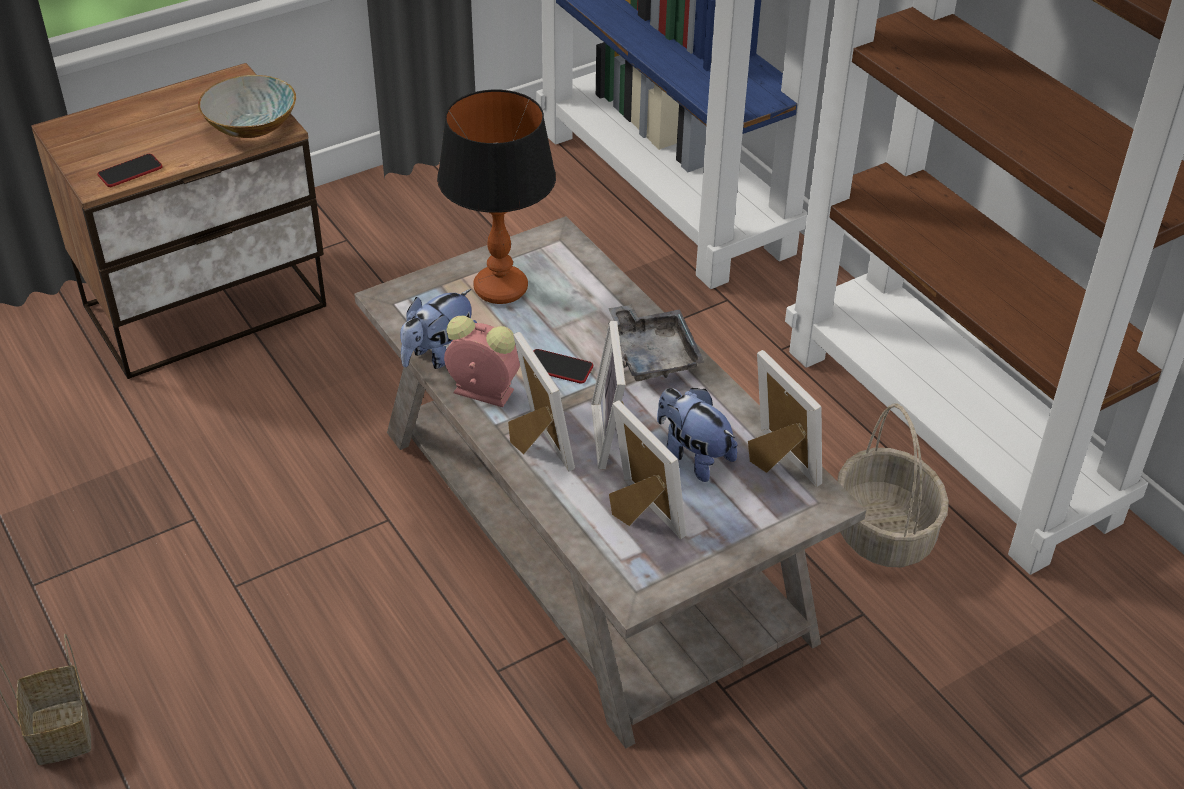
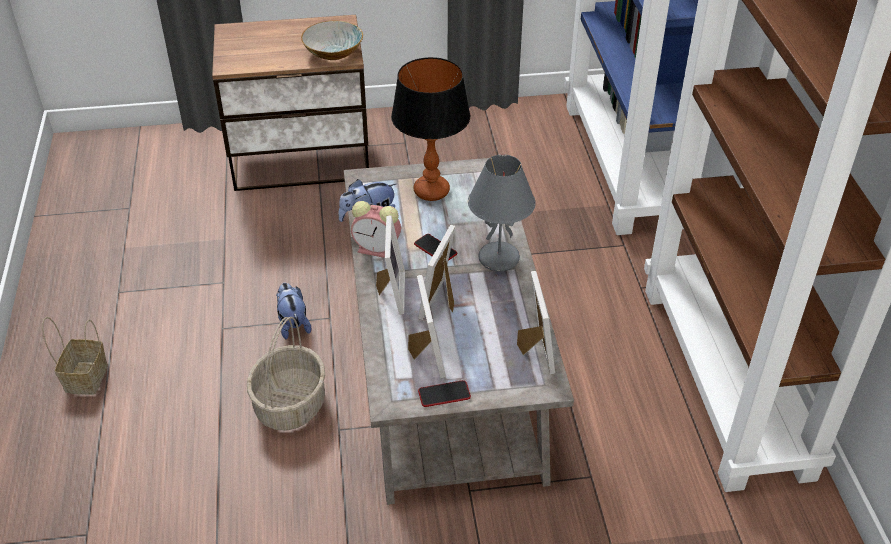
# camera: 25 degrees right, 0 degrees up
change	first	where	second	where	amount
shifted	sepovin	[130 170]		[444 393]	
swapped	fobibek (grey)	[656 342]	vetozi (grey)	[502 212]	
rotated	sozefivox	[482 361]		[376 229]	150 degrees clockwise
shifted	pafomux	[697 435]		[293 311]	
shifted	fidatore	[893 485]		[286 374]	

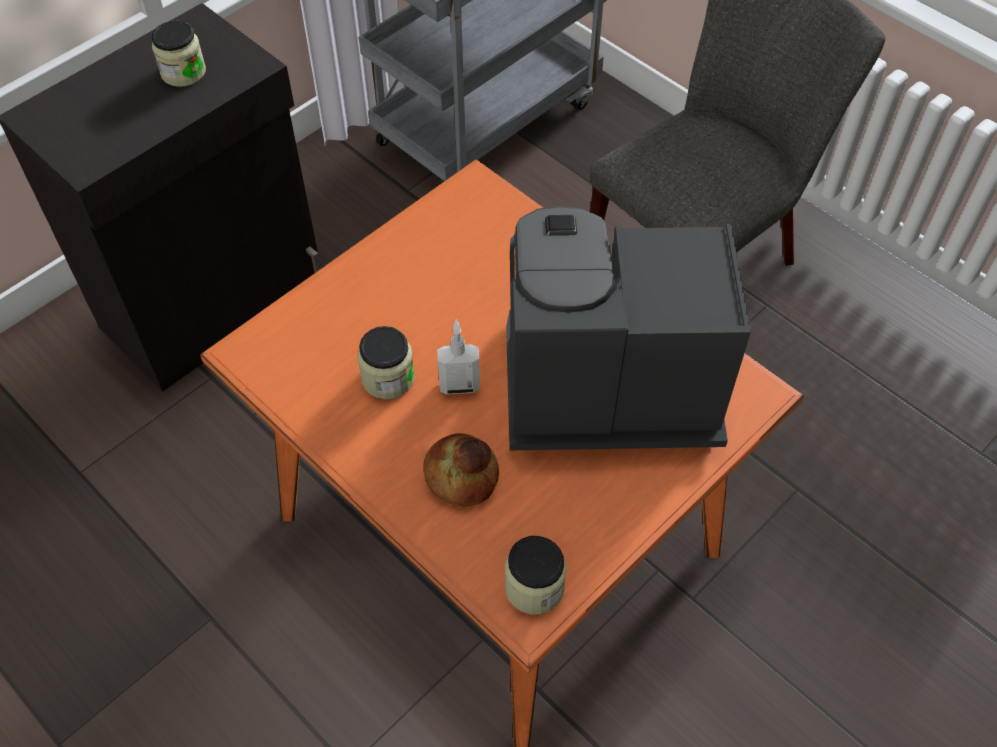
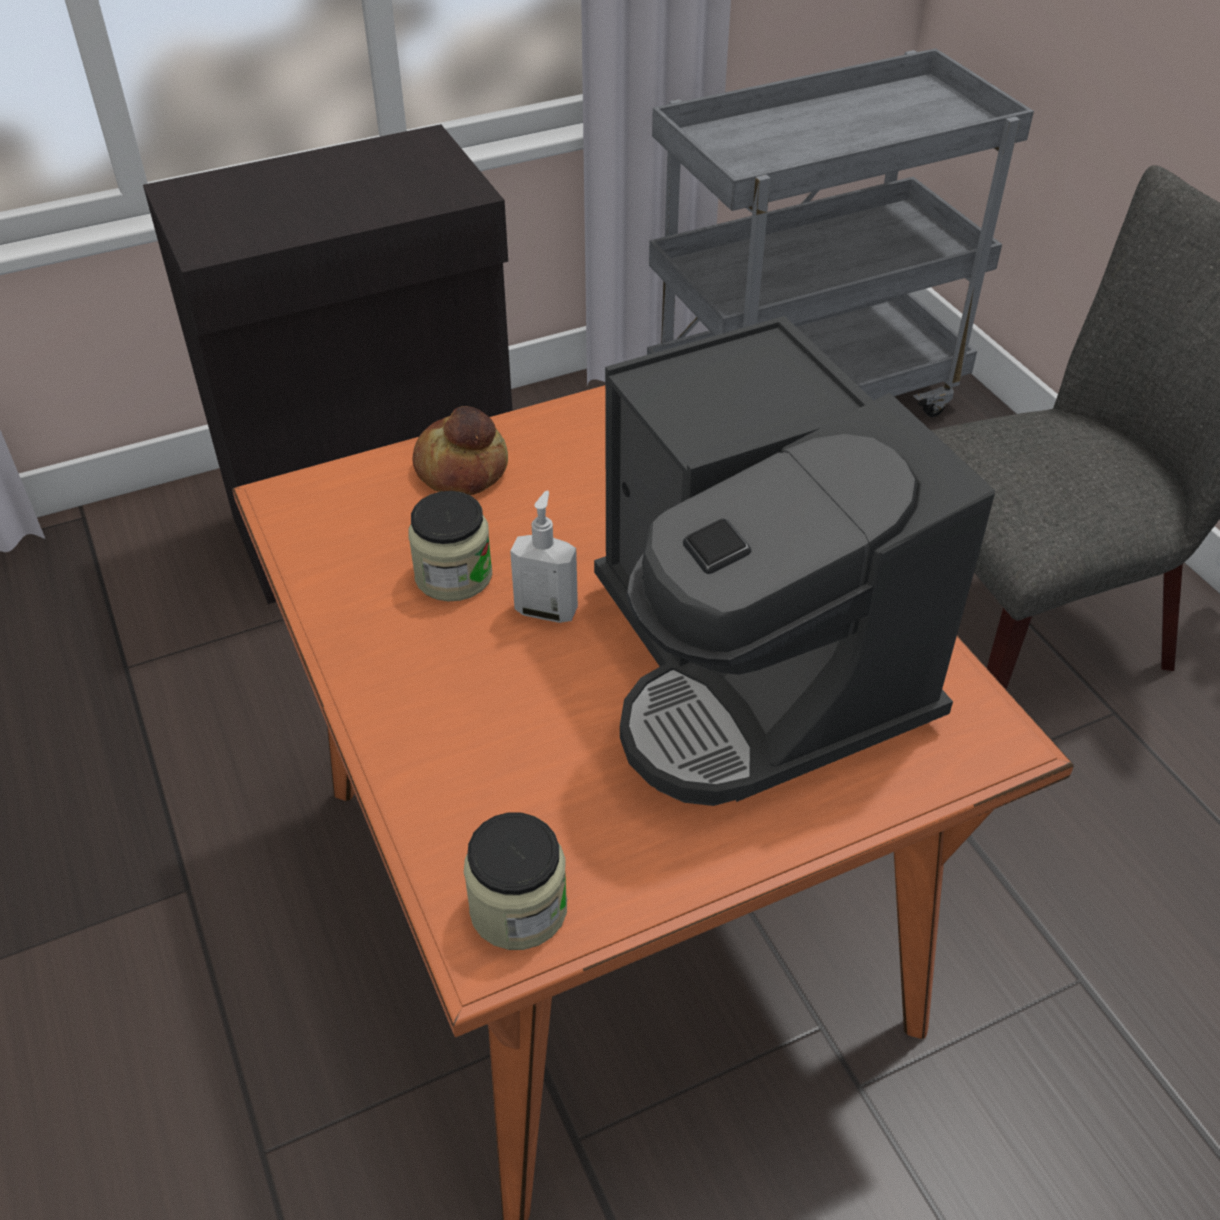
# camera: 20 degrees right, 10 degrees down
change	first	where	second	where	amount
gone	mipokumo	[179 54]			
rotated	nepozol	[628 328]		[794 561]	135 degrees counterclockwise
shifted	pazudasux	[461 470]		[460 450]	

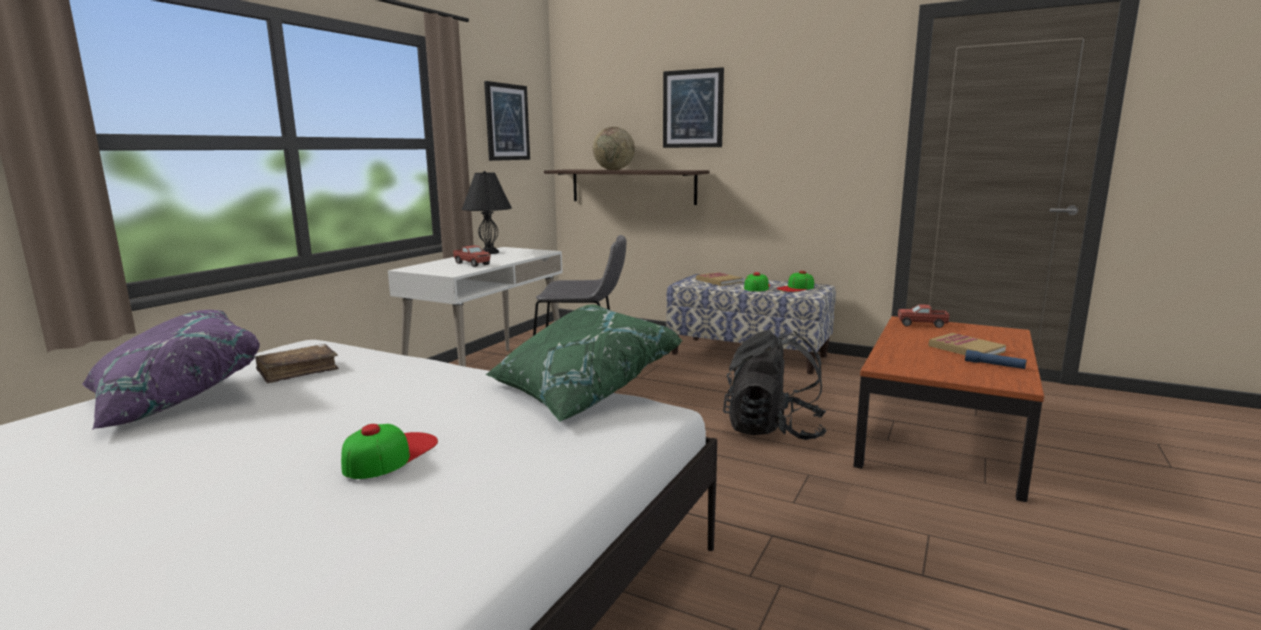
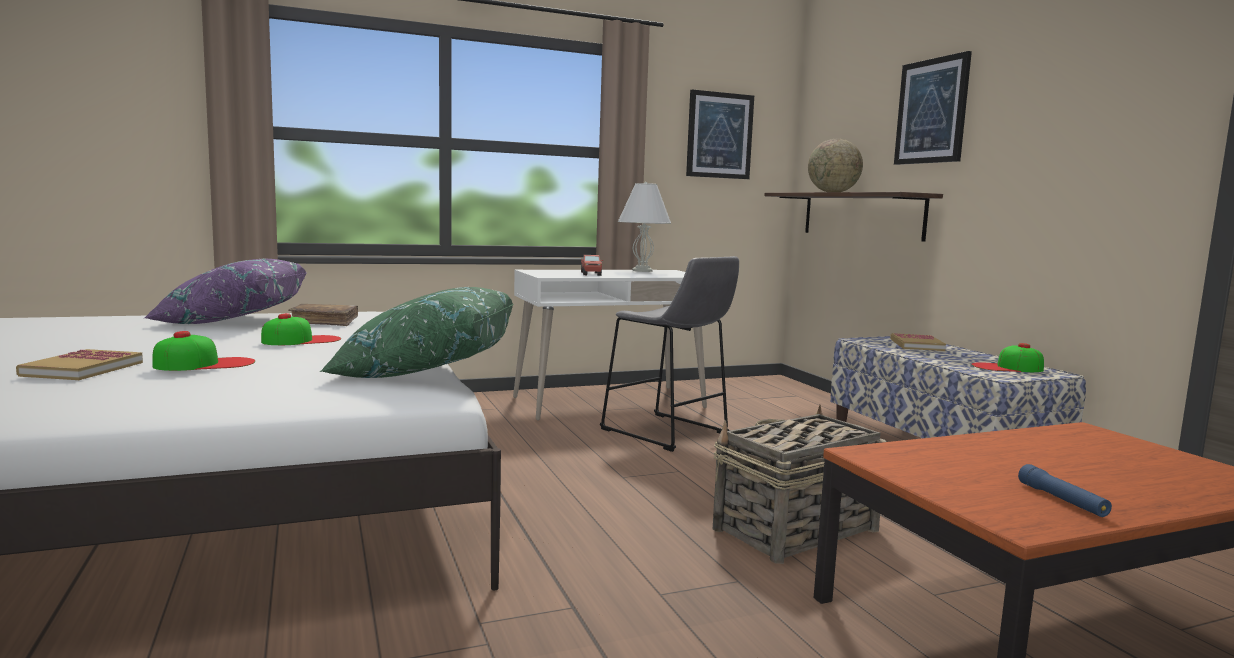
# camera: 40 degrees right, 5 degrees down
change	first	where	second	where	amount
repainted	vetozi (black)	[487 212]	vetozi (white)	[644 227]	
shifted	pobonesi	[757 282]		[301 329]	
gone	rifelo	[923 316]			
swapped	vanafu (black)	[775 385]	fidatore	[800 484]	
shifted	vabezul	[967 344]		[79 364]	

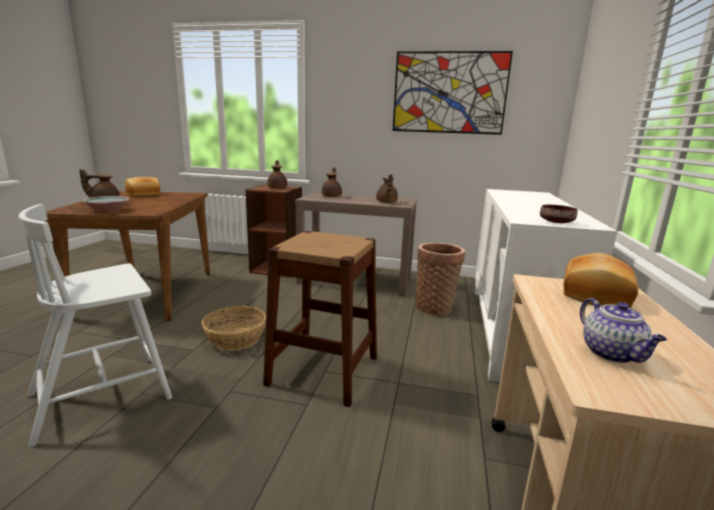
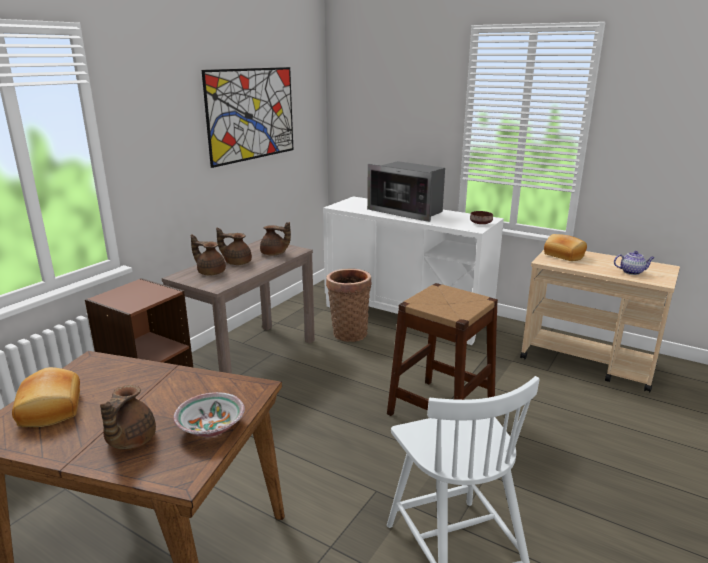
# camera: 70 degrees left, 5 degrees up
change	first	where	second	where	amount
shifted	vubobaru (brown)	[277 174]		[234 246]	
gone	fidatore	[233 328]			
new			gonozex	[406 191]	

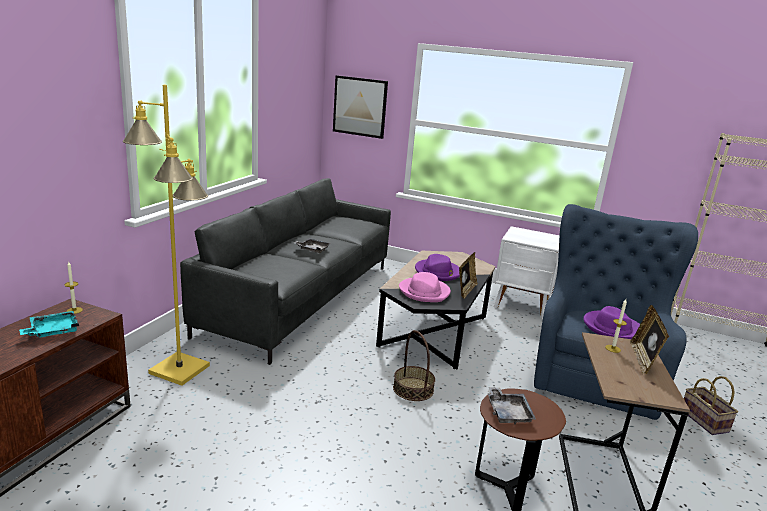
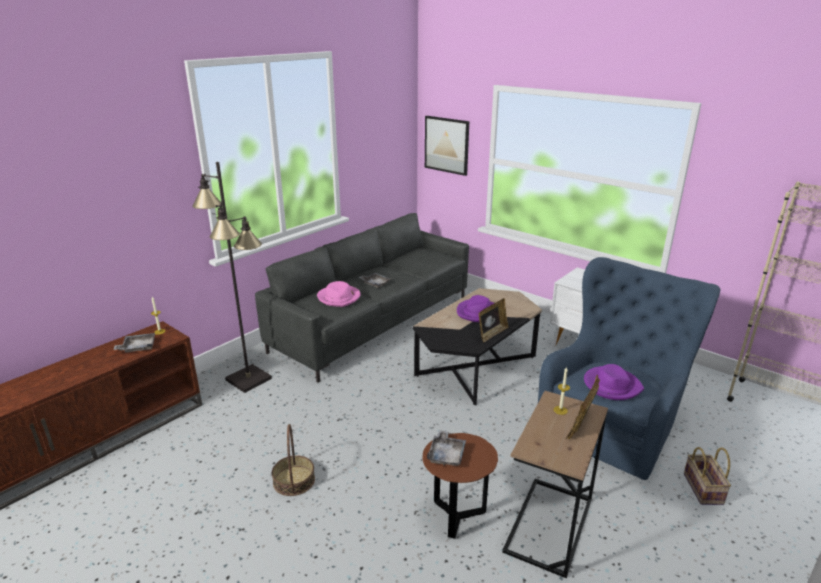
# camera: 20 degrees right, 5 degrees up
change	first	where	second	where	amount
repainted	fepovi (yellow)	[166 235]	fepovi (black)	[232 277]	
shifted	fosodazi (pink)	[425 287]		[339 294]	
repainted	fobibek (turquoise)	[49 324]	fobibek (grey)	[134 342]	
shifted	fidatore	[414 365]		[293 460]	

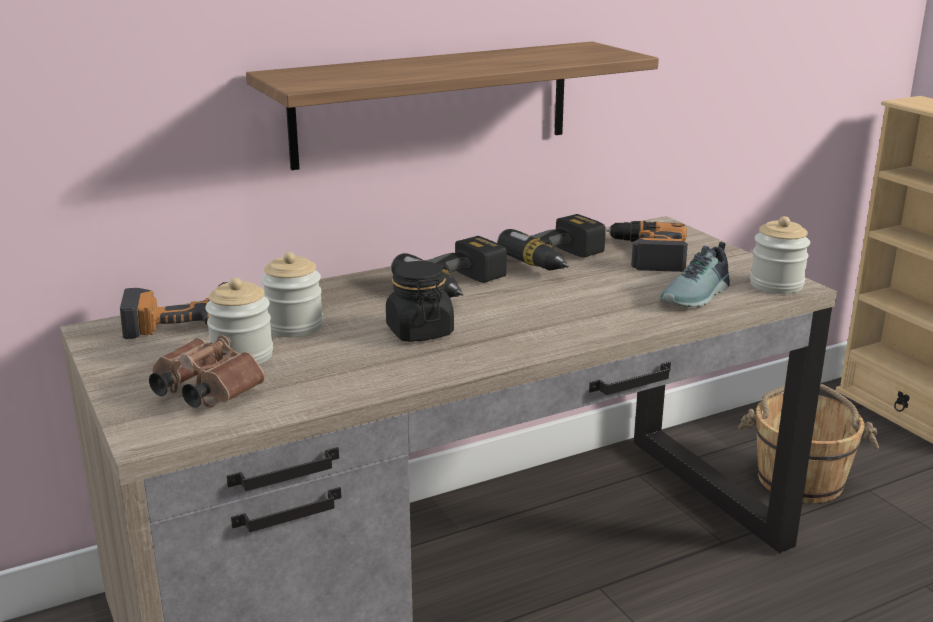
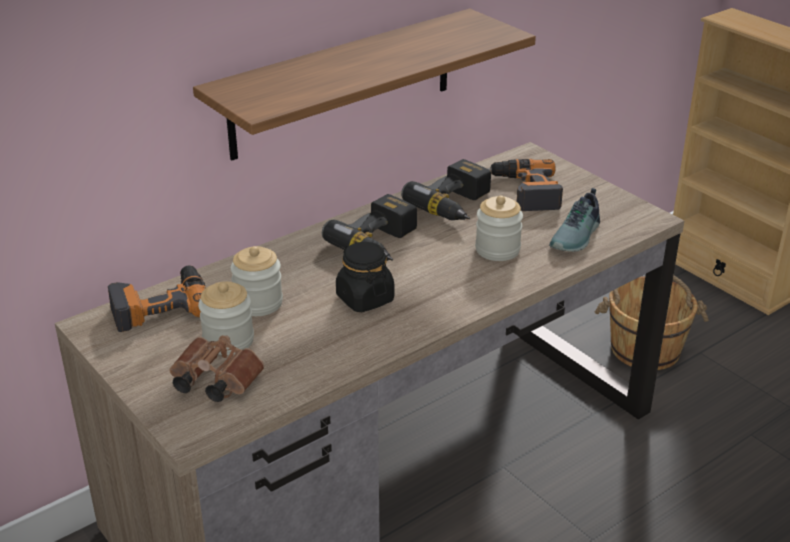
# camera: 10 degrees left, 10 degrees up
change	first	where	second	where	amount
shifted	mipokumo	[780 255]		[499 228]	

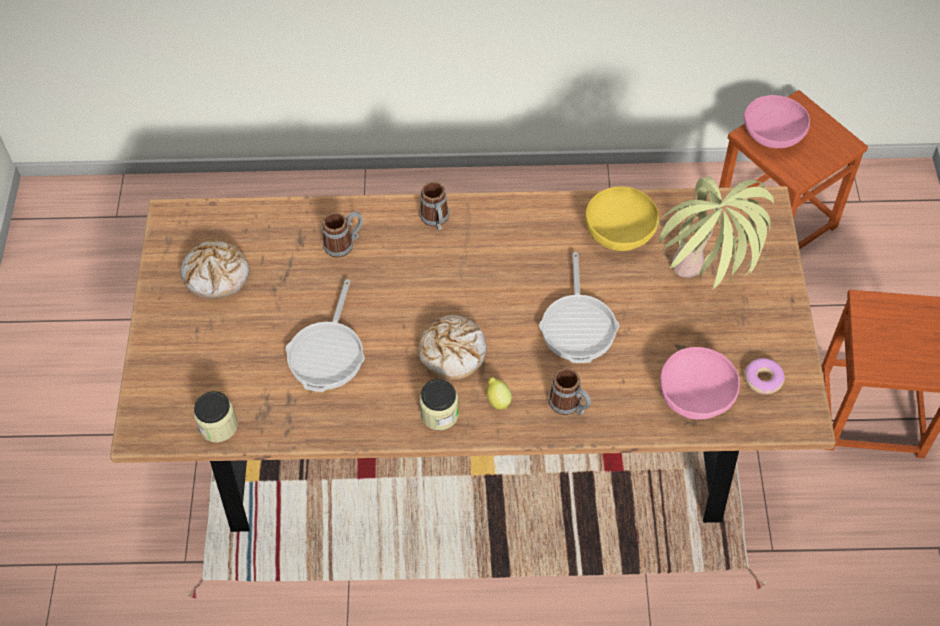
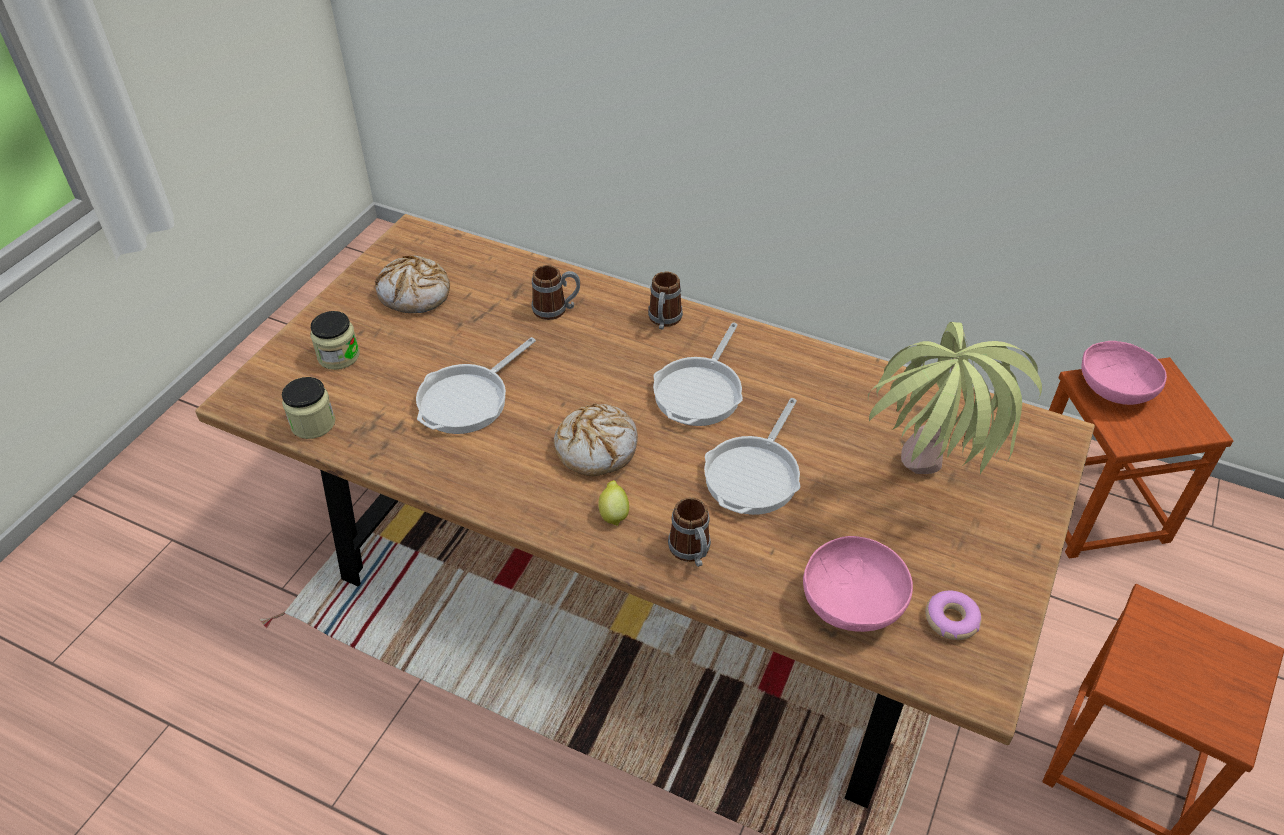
# camera: 25 degrees right, 10 degrees down
change	first	where	second	where	amount
gone	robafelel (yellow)	[622 218]			
shifted	mipokumo	[439 404]		[334 340]	
new			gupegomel	[698 374]	

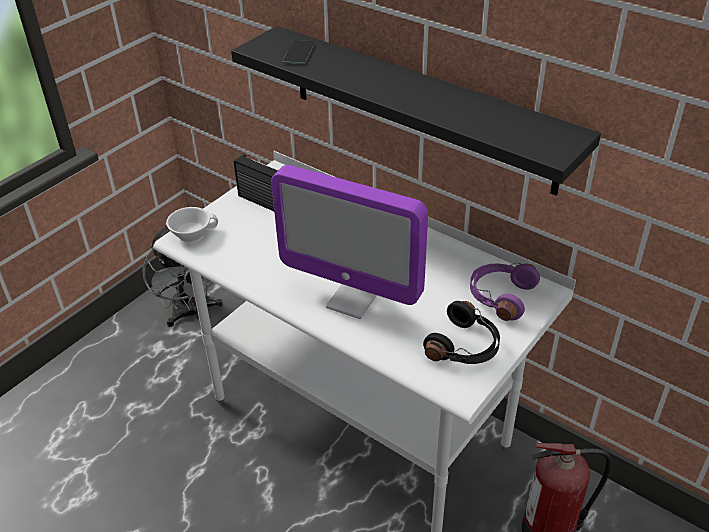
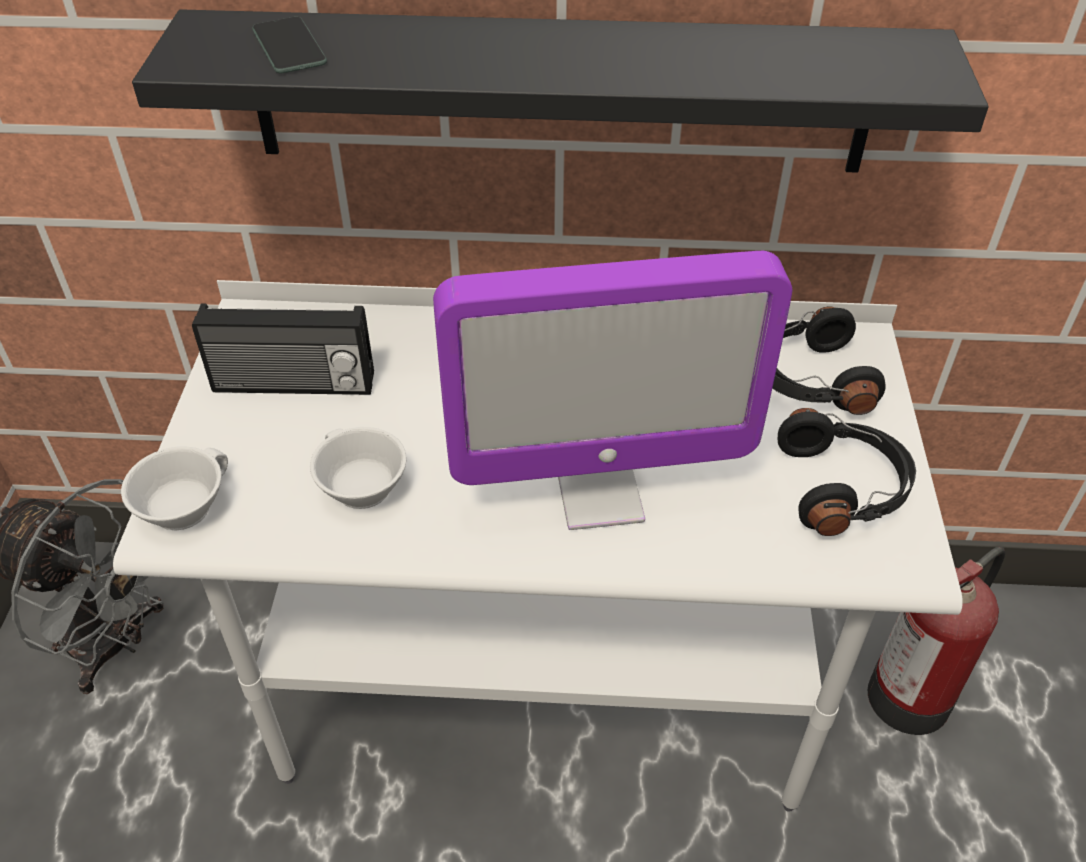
# camera: 35 degrees left, 5 degrees up
change	first	where	second	where	amount
repainted	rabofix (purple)	[505 291]	rabofix (black)	[829 360]	
new			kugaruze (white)	[358 468]	

